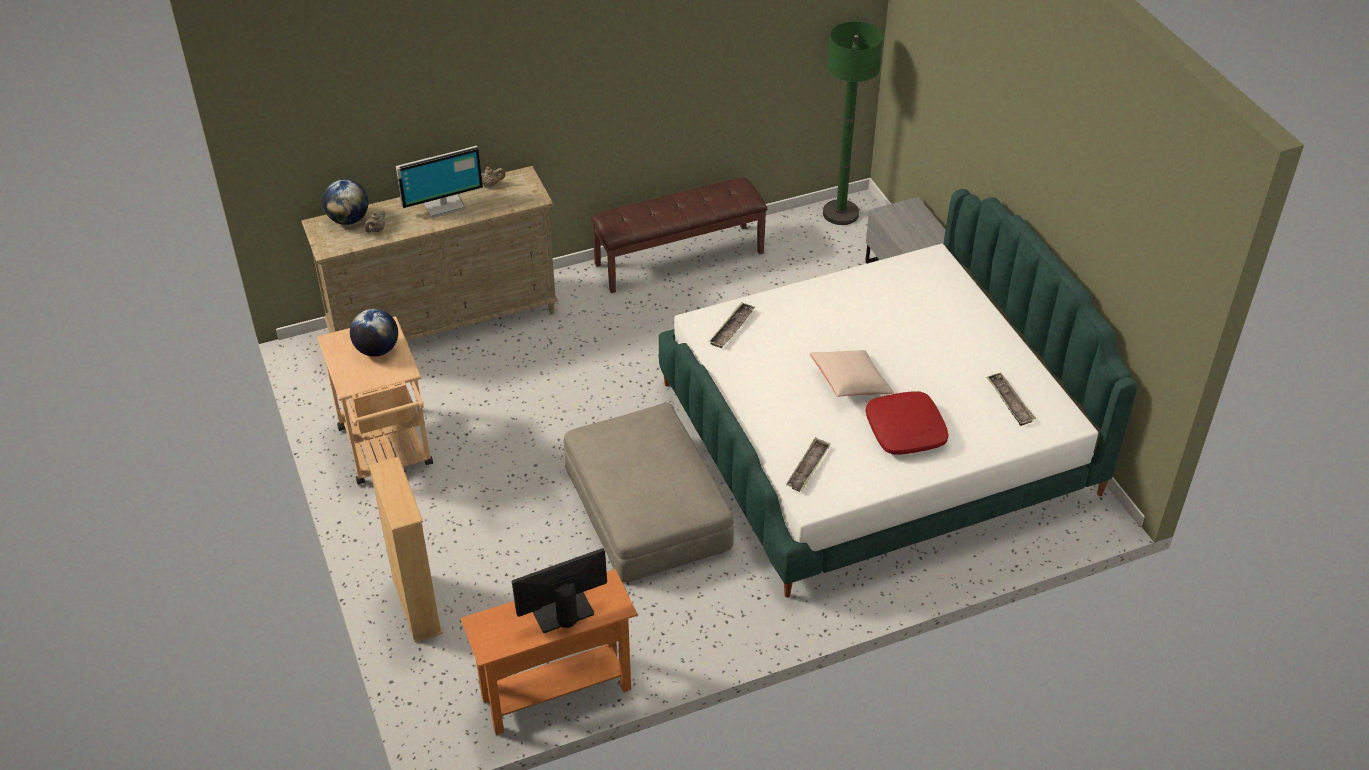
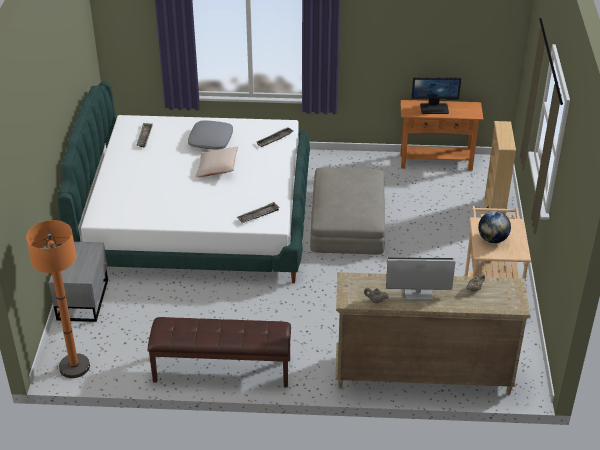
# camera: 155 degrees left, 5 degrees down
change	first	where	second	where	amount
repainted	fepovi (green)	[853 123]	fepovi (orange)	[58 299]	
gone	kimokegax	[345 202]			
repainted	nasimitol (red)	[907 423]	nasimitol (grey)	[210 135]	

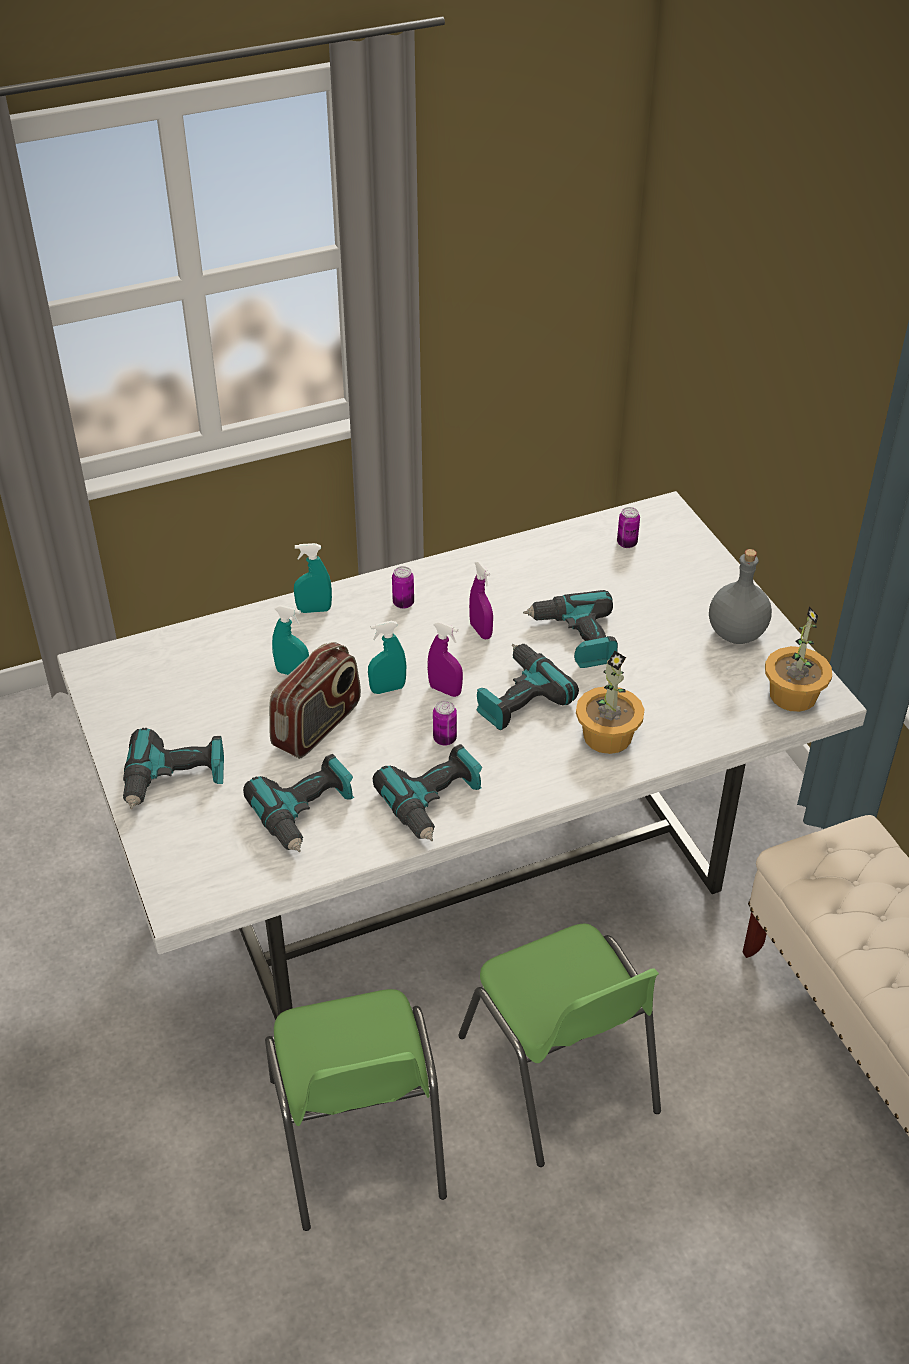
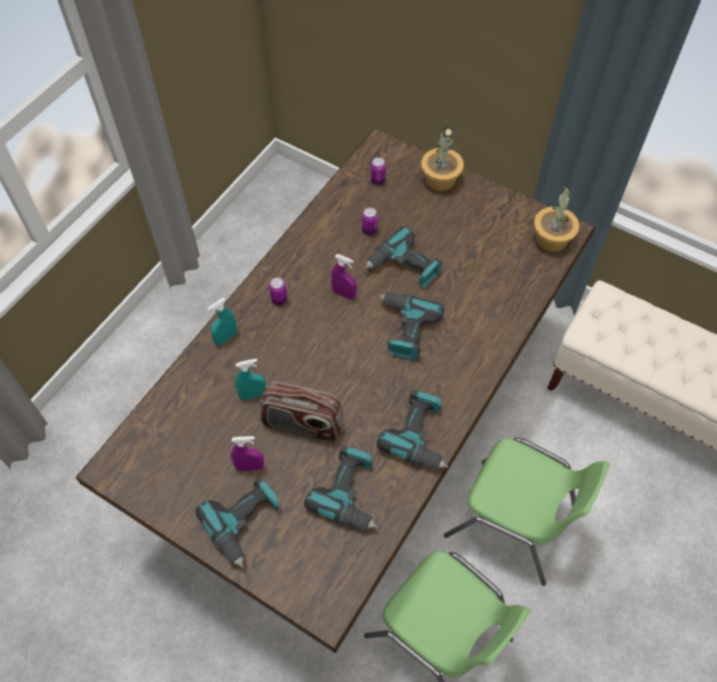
# camera: 35 degrees left, 15 degrees up
change	first	where	second	where	amount
repainted	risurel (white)	[462 755]	risurel (brown)	[335 390]	
gone	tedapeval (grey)	[740 596]			
gone	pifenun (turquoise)	[387 657]			
shifted	pifenun (purple)	[445 659]		[247 453]	
rotated	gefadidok	[315 700]		[302 411]	105 degrees clockwise
shifted	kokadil	[610 702]		[442 159]	
shifted	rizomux	[445 723]		[370 221]	

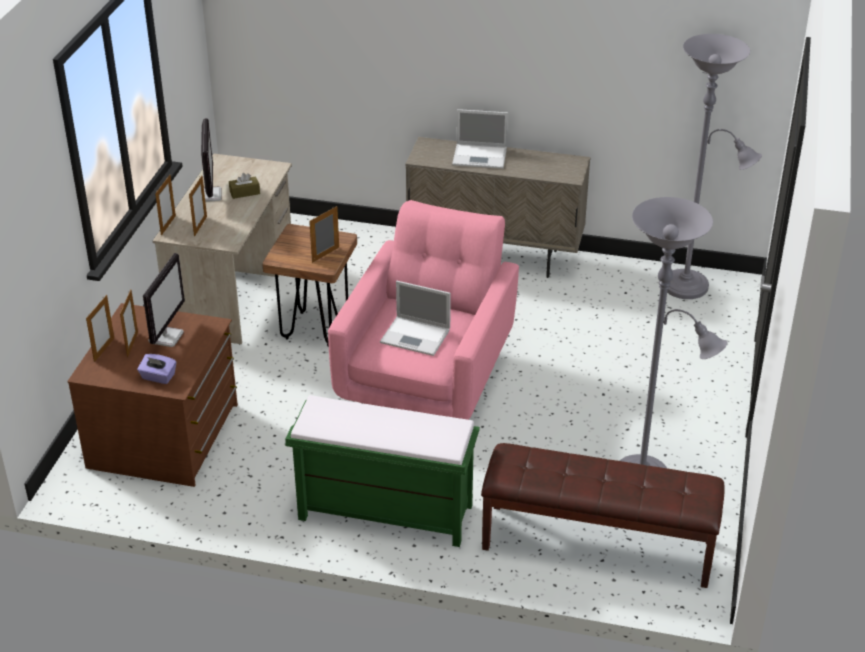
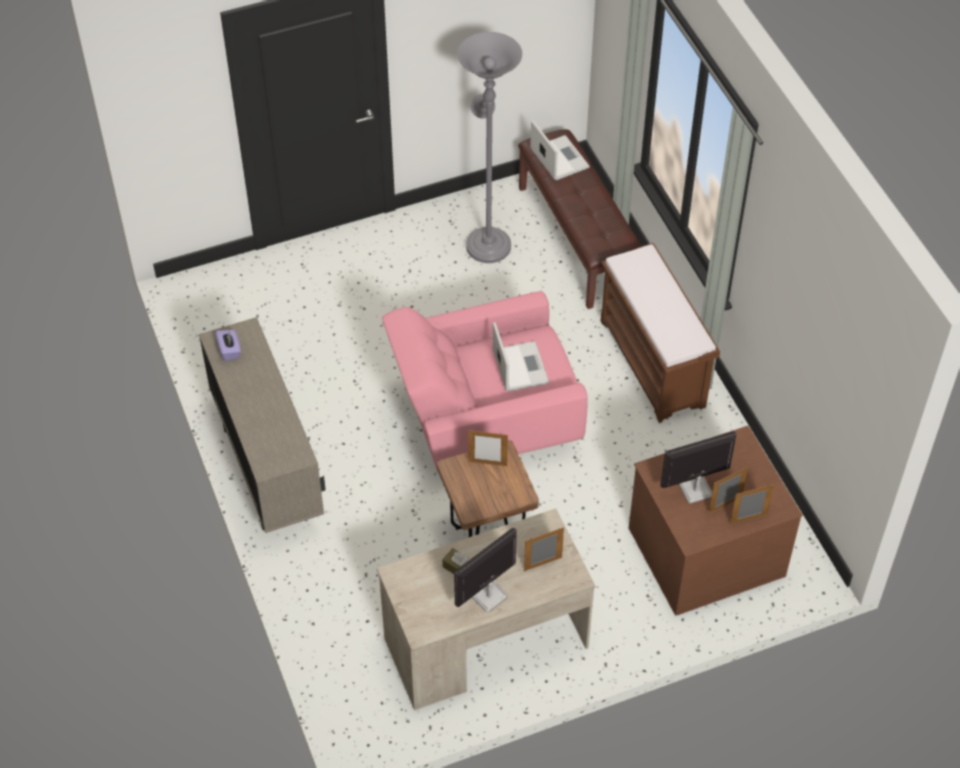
# camera: 125 degrees left, 15 degrees up
change	first	where	second	where	amount
gone	fepovi (grey)	[714 166]			
shifted	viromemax	[480 139]		[560 150]	
gone	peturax	[165 205]			
shifted	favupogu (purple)	[157 369]		[228 345]	
repainted	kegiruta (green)	[382 471]	kegiruta (brown)	[660 333]	

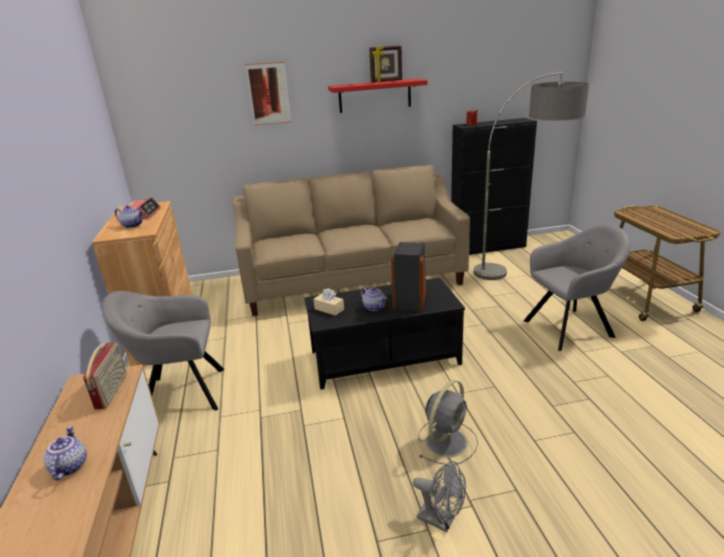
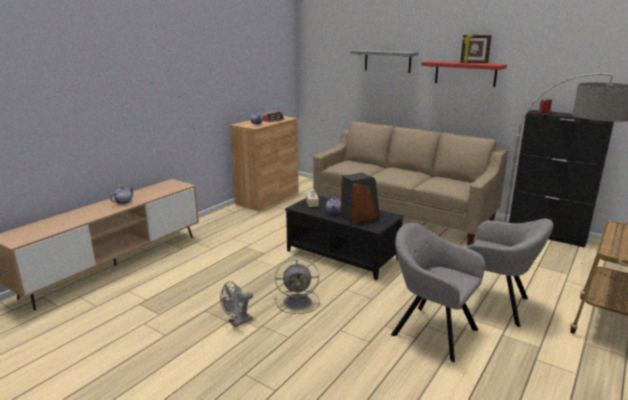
# camera: 45 degrees right, 5 degrees down
change	first	where	second	where	amount
swapped	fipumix	[268 93]	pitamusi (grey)	[384 61]	
shifted	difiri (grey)	[163 350]		[438 292]	
gone	gefadidok	[105 376]			
rotated	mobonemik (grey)	[439 496]		[236 304]	60 degrees clockwise

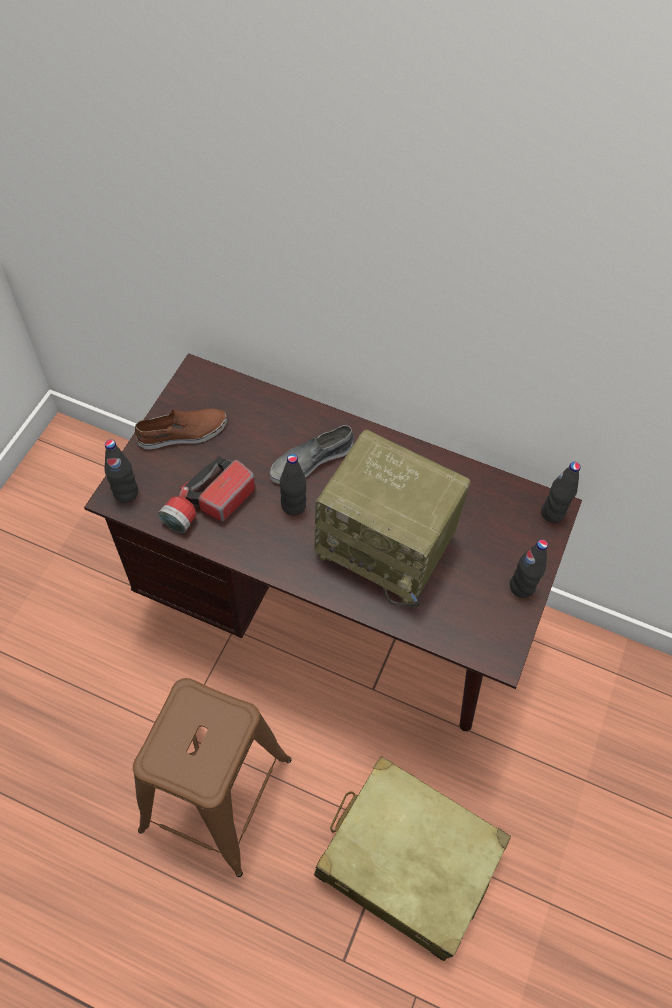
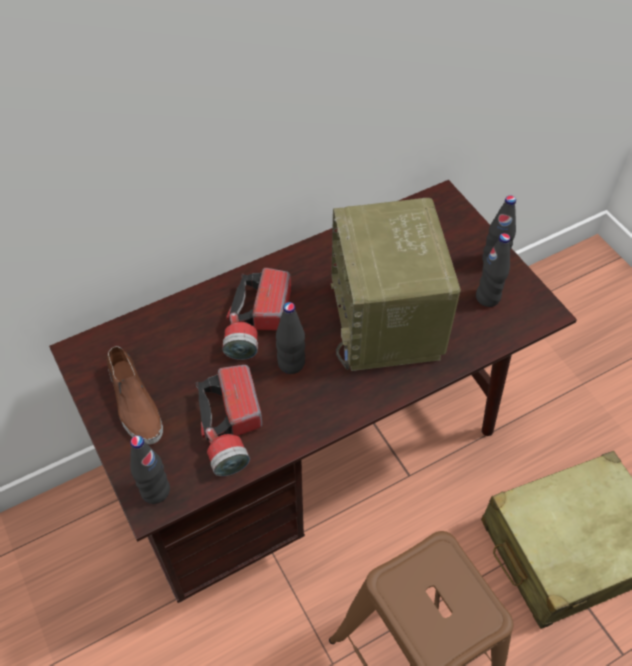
# camera: 50 degrees left, 5 degrees down
change	first	where	second	where	amount
rotated	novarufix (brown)	[181 428]		[135 395]	135 degrees clockwise
swapped	novarufix (grey)	[312 454]	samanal	[256 314]	
rotated	gefadidok	[392 518]		[396 284]	105 degrees clockwise
shifted	tedapeval (black)	[561 492]		[493 270]	

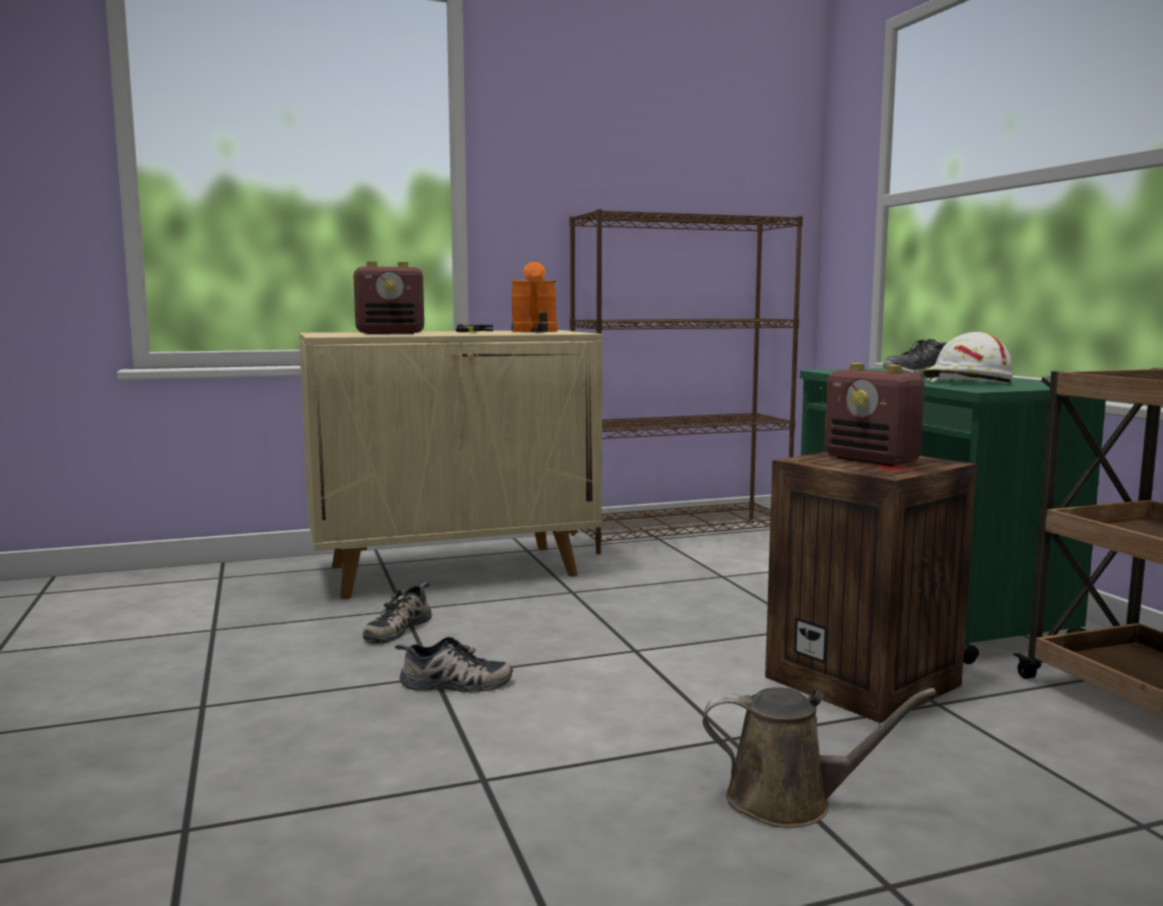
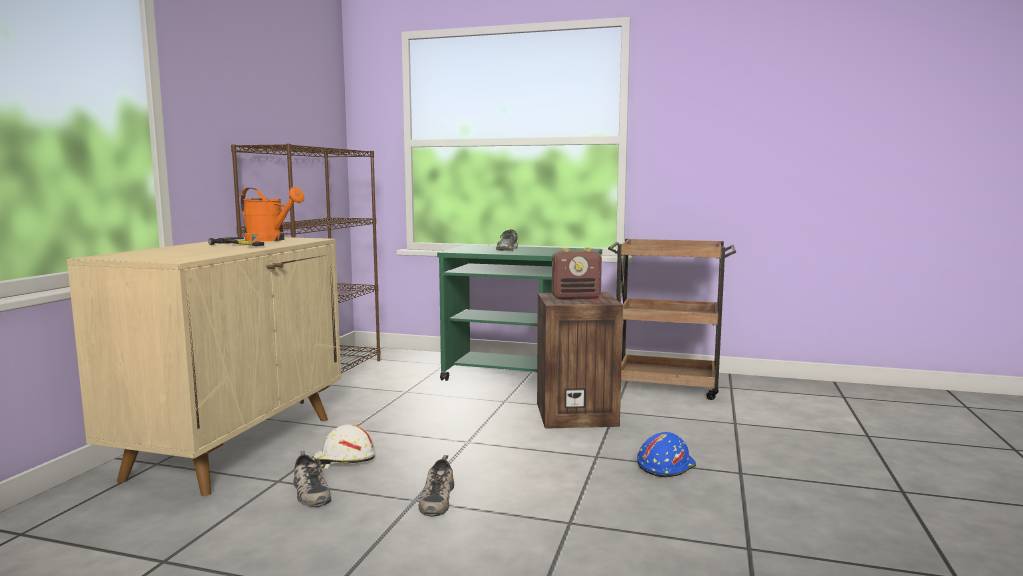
# camera: 55 degrees left, 0 degrees up
change	first	where	second	where	amount
gone	gefadidok	[388 297]			
shifted	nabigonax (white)	[967 357]		[344 447]	
rotated	novarufix	[454 665]		[436 486]	150 degrees clockwise
swapped	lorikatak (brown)	[819 757]	nabigonax (blue)	[666 455]	

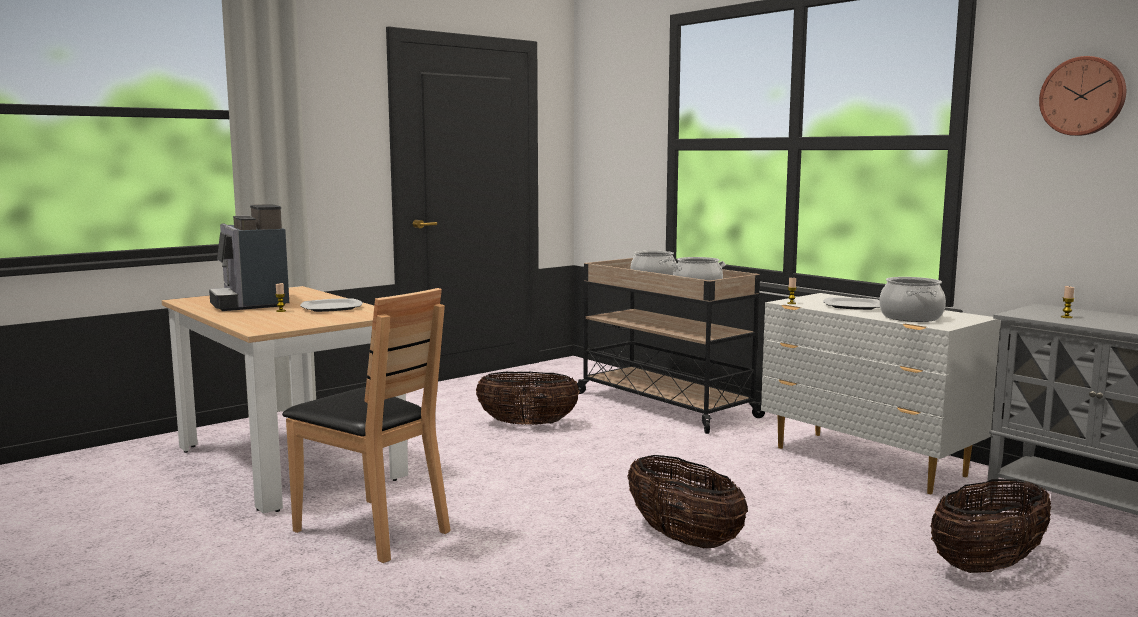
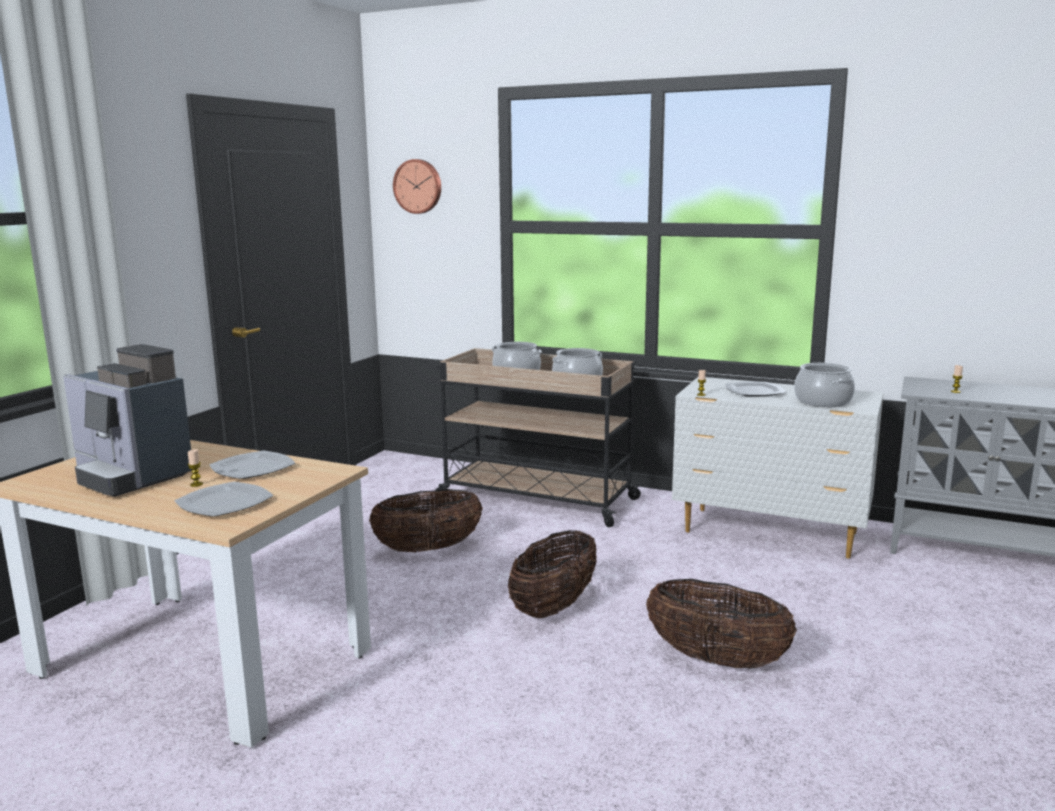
# camera: 25 degrees left, 5 degrees up
change	first	where	second	where	amount
shifted	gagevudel	[1082 96]		[417 186]	
gone	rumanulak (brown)	[366 425]			
shifted	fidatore	[990 526]		[552 574]	
new			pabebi	[224 499]	

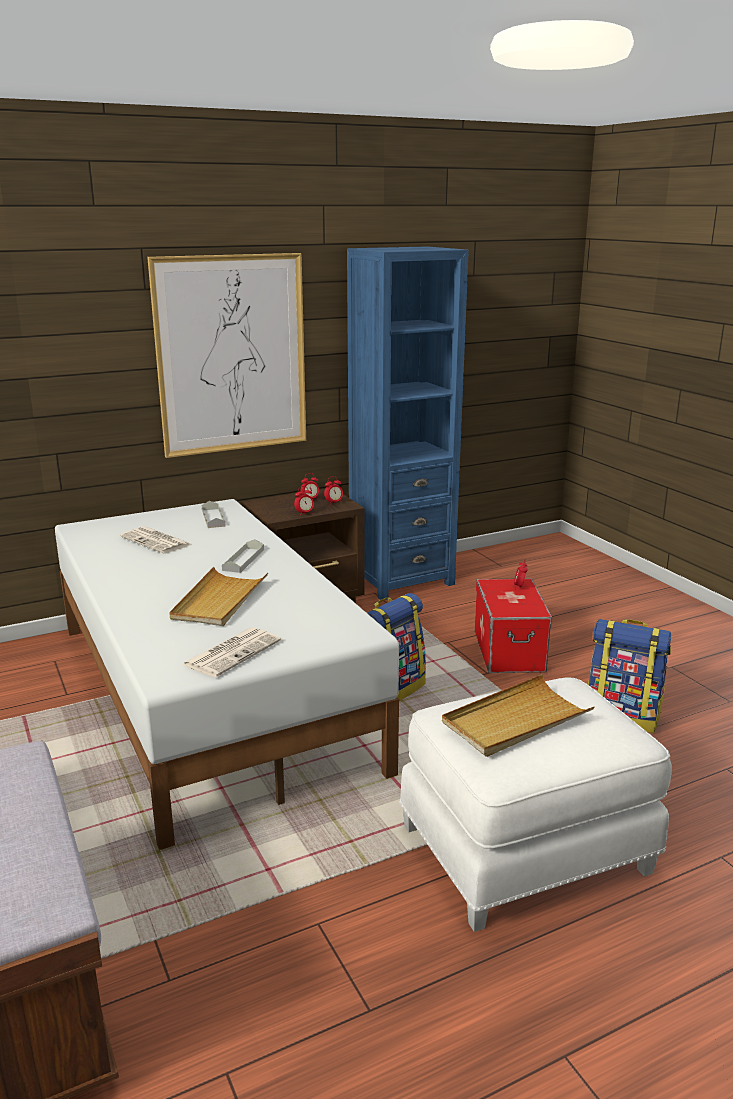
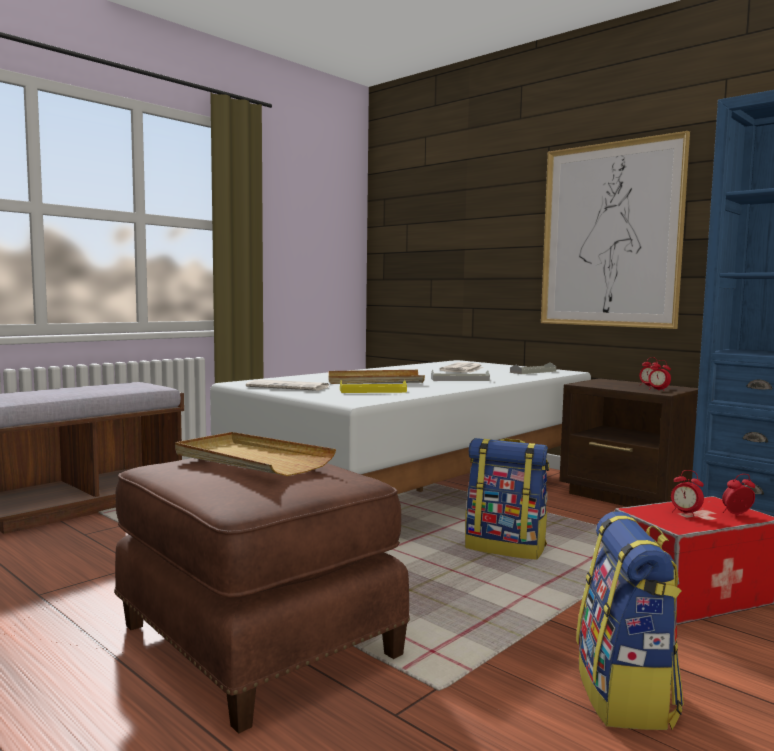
# camera: 70 degrees right, 15 degrees down
change	first	where	second	where	amount
shifted	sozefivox	[304 501]		[687 493]	
repainted	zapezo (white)	[535 804]	zapezo (brown)	[262 596]	
new			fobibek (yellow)	[373 386]	

